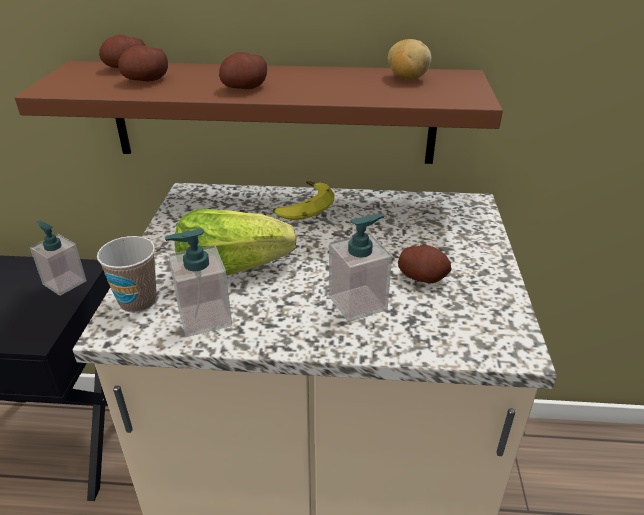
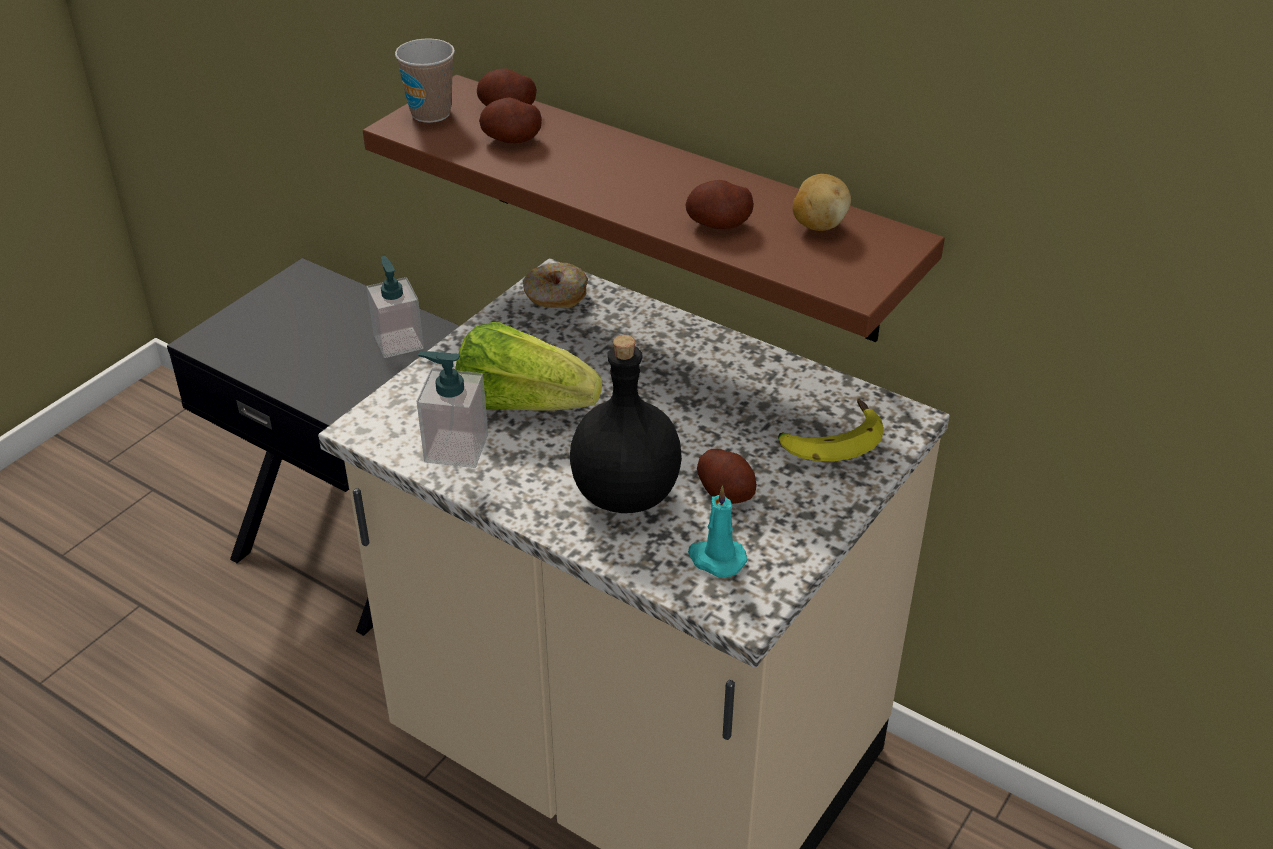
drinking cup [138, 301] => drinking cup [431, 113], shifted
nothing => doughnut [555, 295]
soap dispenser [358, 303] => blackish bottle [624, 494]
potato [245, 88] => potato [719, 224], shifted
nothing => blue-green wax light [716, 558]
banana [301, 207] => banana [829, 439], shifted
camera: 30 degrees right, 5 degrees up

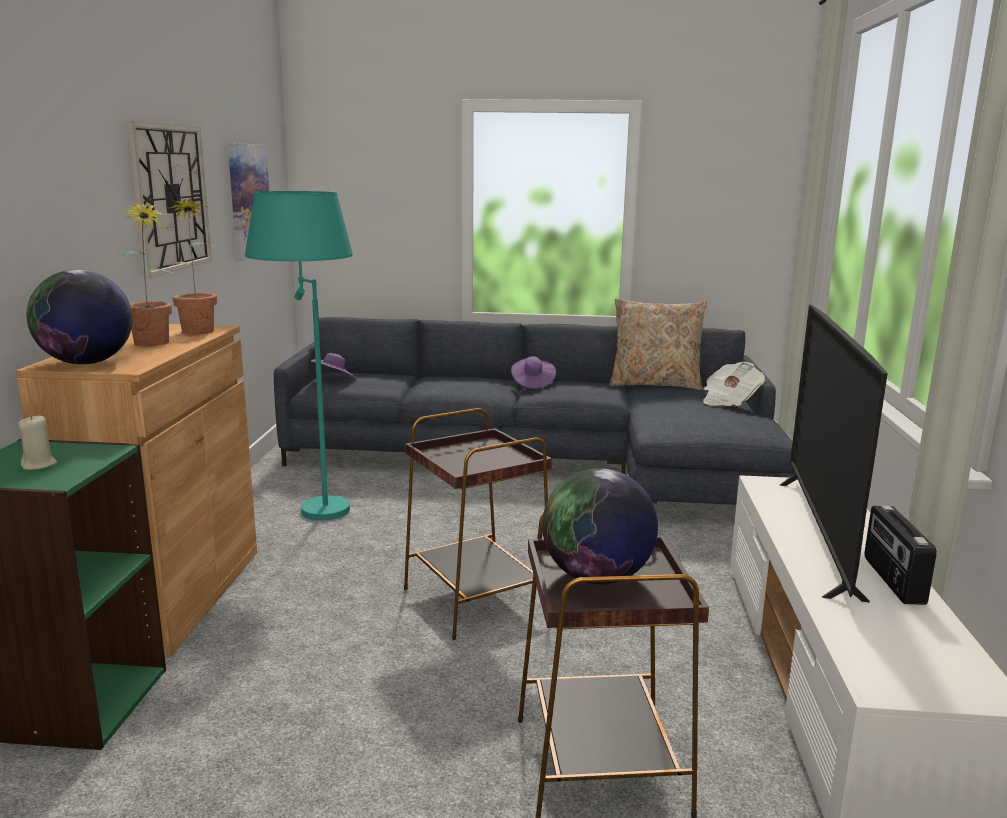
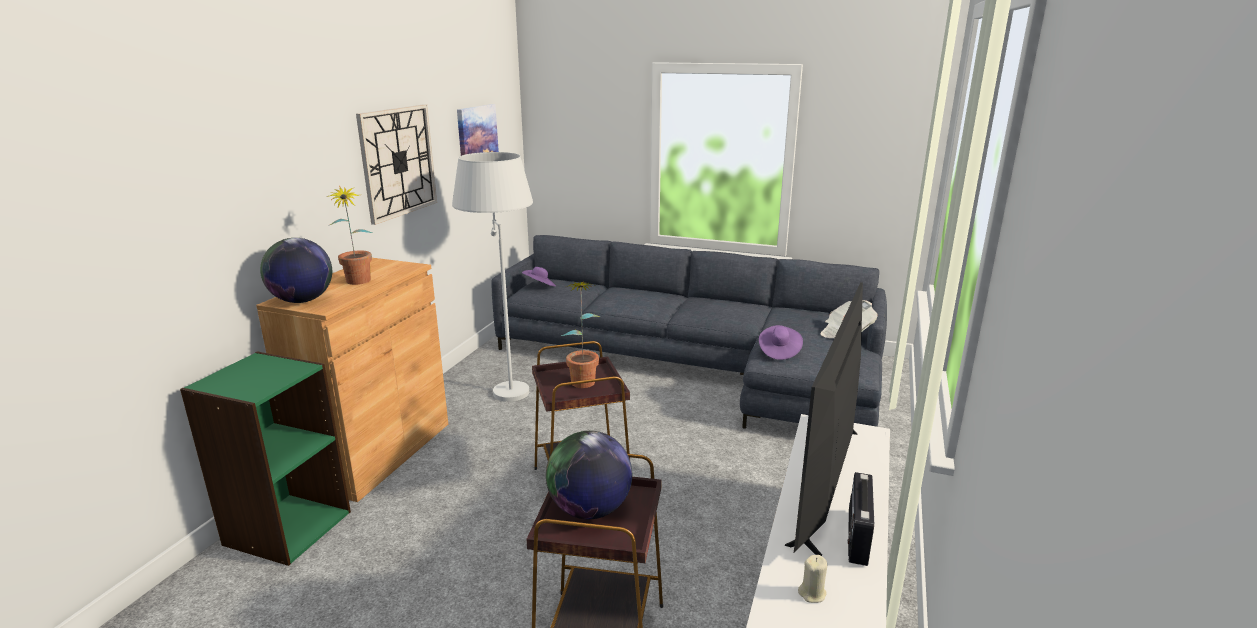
blue-green standard lamp [313, 502] => white-coloured standard lamp [505, 384]
plant in a pot [198, 329] => plant in a pot [583, 379], shifted
purple hat [532, 383] => purple hat [779, 351], shifted
sand-coloured wax light [39, 465] => sand-coloured wax light [812, 593], shifted
sand-coloured throw pillow [655, 384] => nothing
camera: 15 degrees right, 5 degrees up

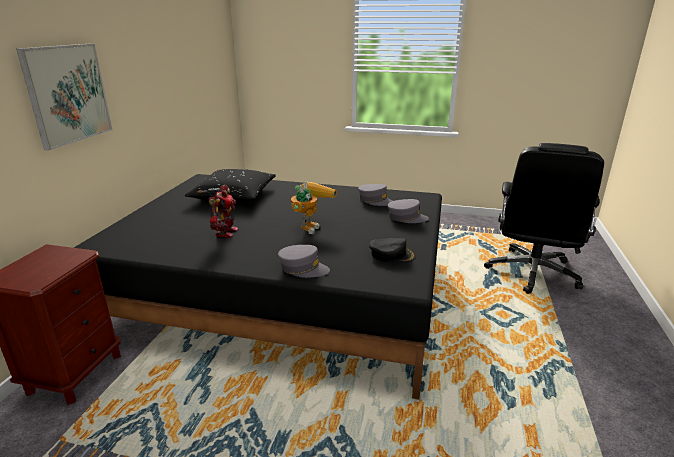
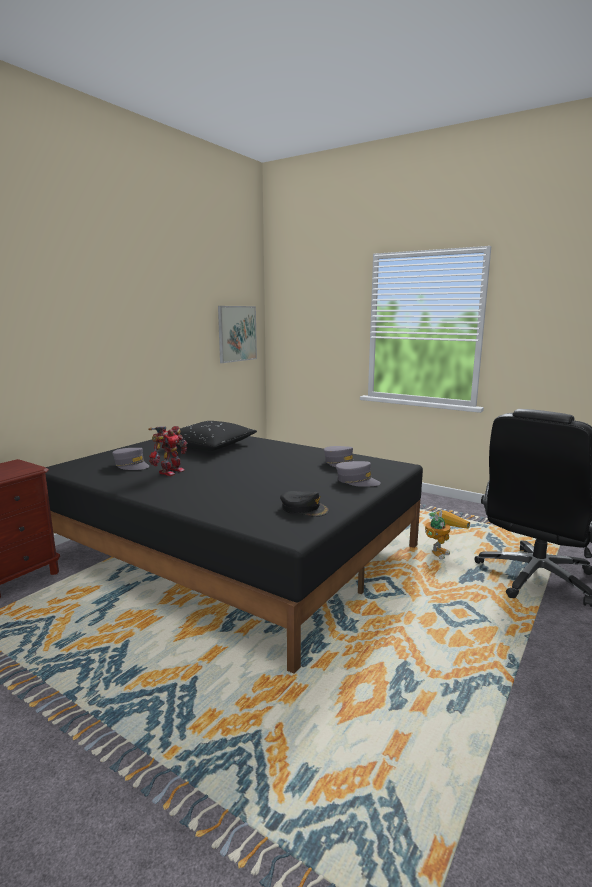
gray baseball cap [303, 268] => gray baseball cap [131, 465], shifted
wall picture [68, 94] => wall picture [237, 333], shifted
toy robot [310, 226] => toy robot [440, 551], shifted
camera: 20 degrees right, 10 degrees down

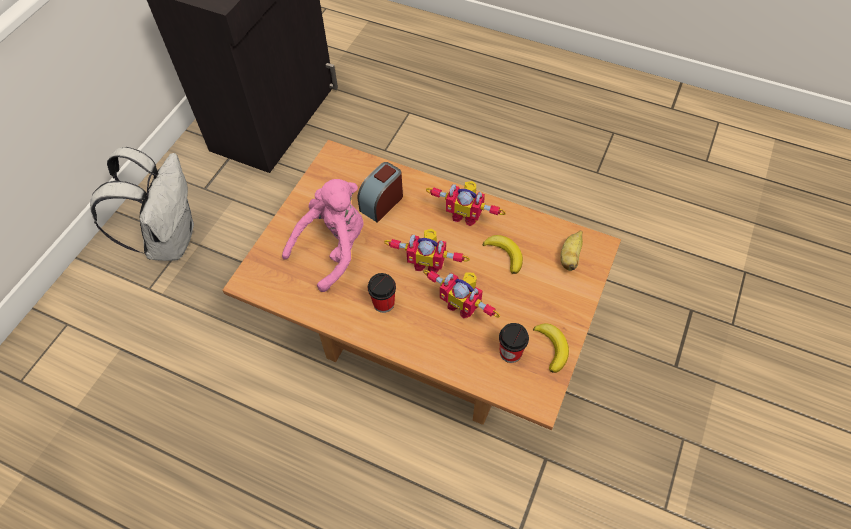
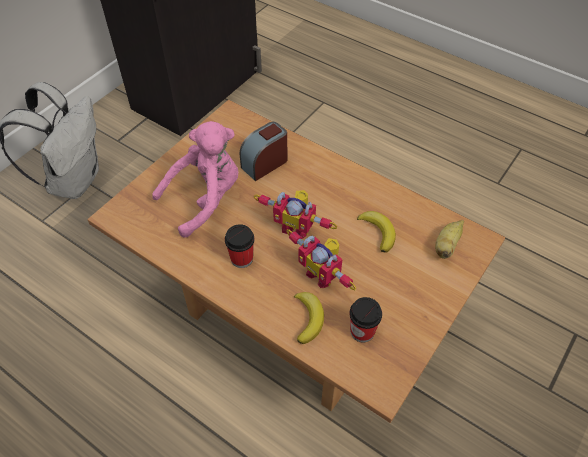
banana [552, 347] => banana [308, 318], shifted
toy robot [465, 215] => nothing
camera: 10 degrees right, 5 degrees down

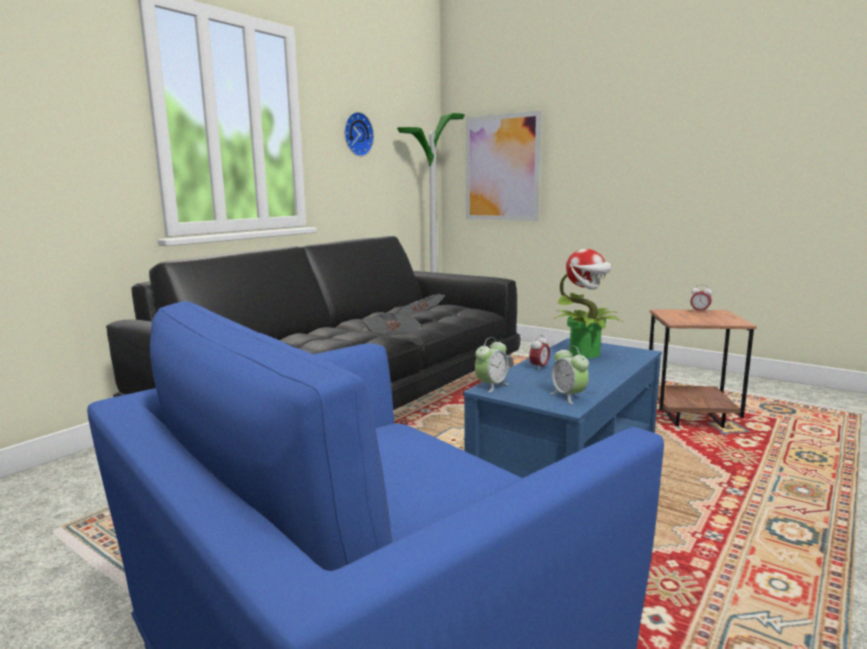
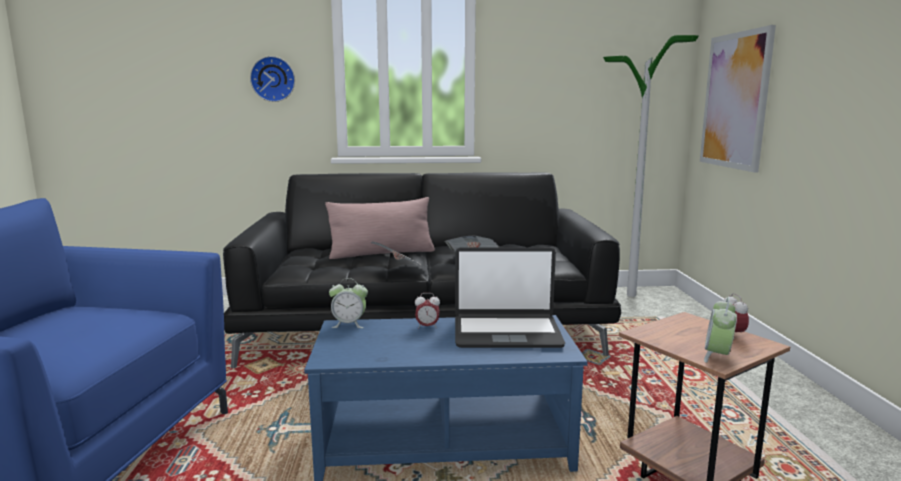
hanging clock [356, 134] => hanging clock [273, 79], shifted
nothing => pink-coloured throw pillow [382, 254]
plant in a pot [585, 354] => laptop [506, 333]
table clock [568, 396] => table clock [717, 356], shifted
camera: 50 degrees right, 0 degrees up

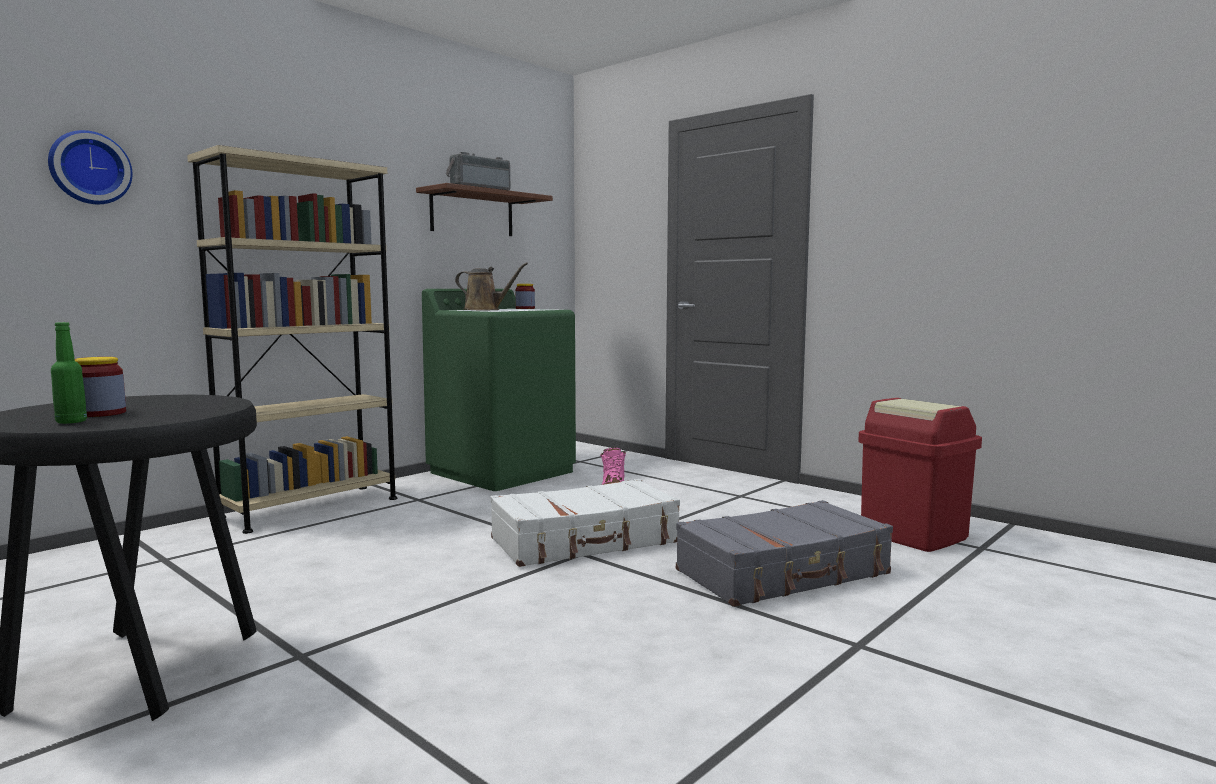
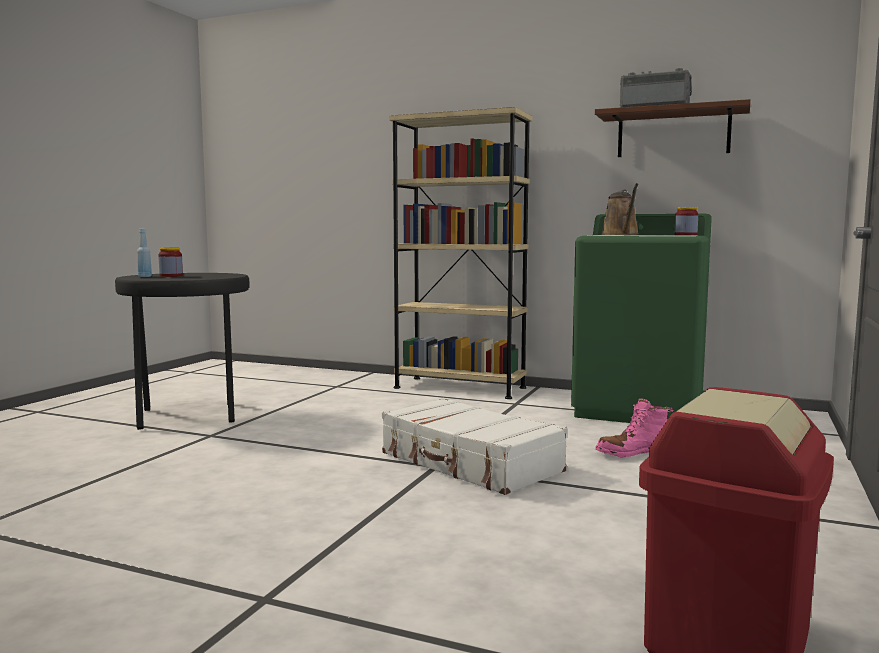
greenish bottle [71, 422] => blue bottle [144, 276]
hanging clock [89, 168] => nothing
gray travel case [784, 573] => nothing
camera: 70 degrees right, 0 degrees up

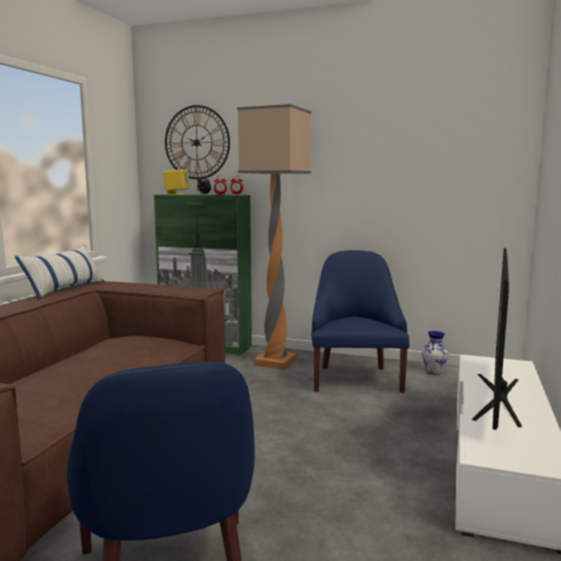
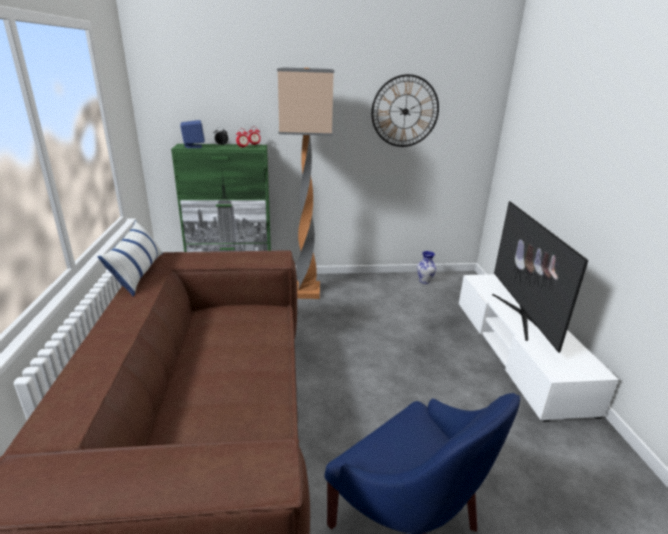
yellowish loudspeaker [177, 194] => blue loudspeaker [194, 146]
hanging clock [197, 142] => hanging clock [405, 111], shifted
blue armchair [355, 378] => nothing
camera: 25 degrees left, 15 degrees up

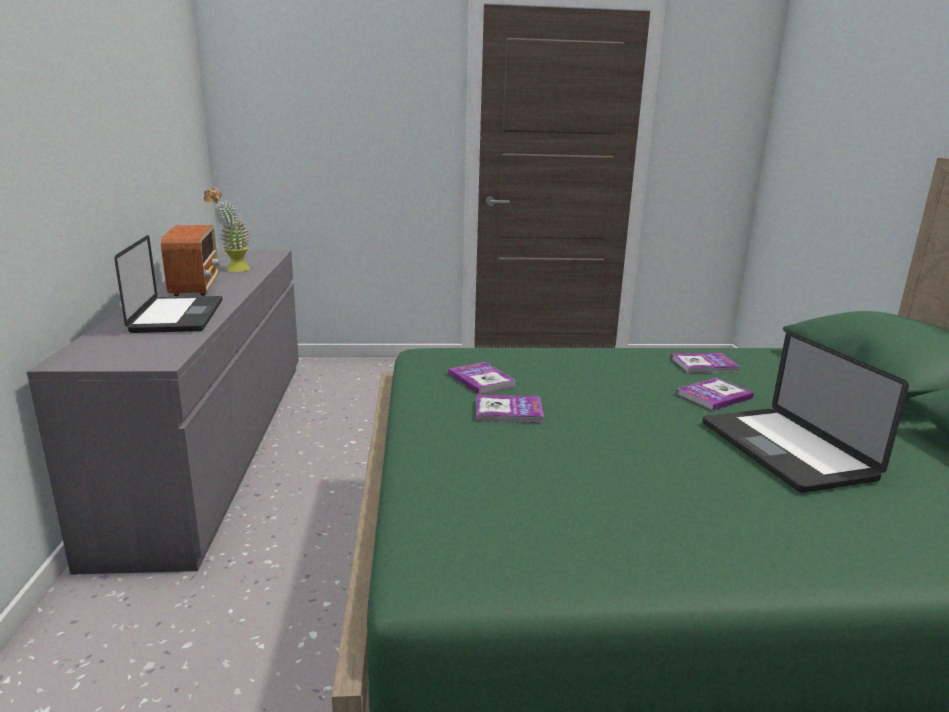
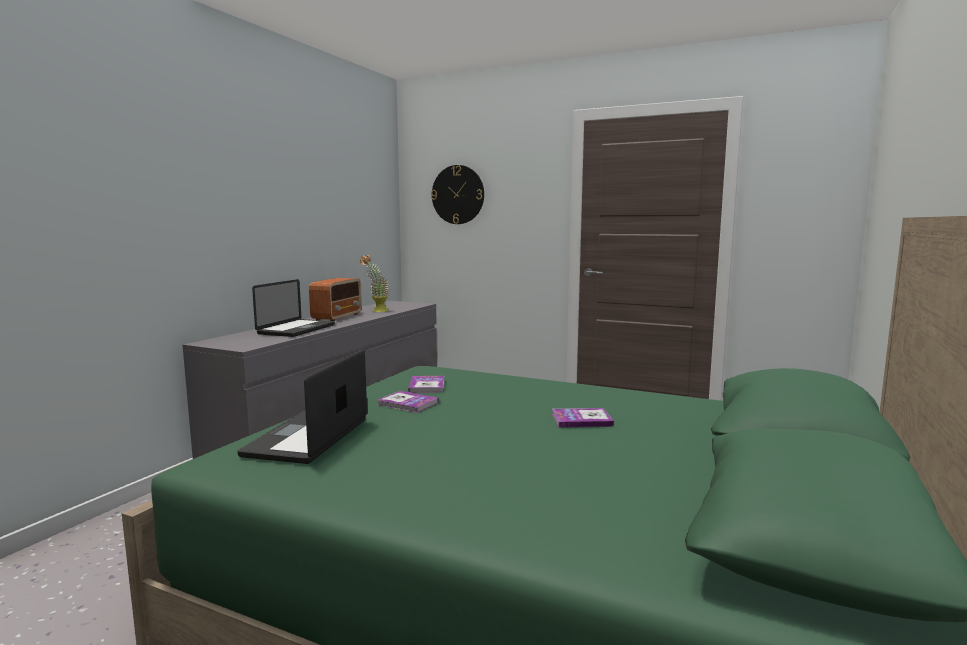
laptop [784, 450] => laptop [308, 438], shifted
nothing => hanging clock [458, 194]
book [704, 365] => nothing
camera: 30 degrees right, 10 degrees down

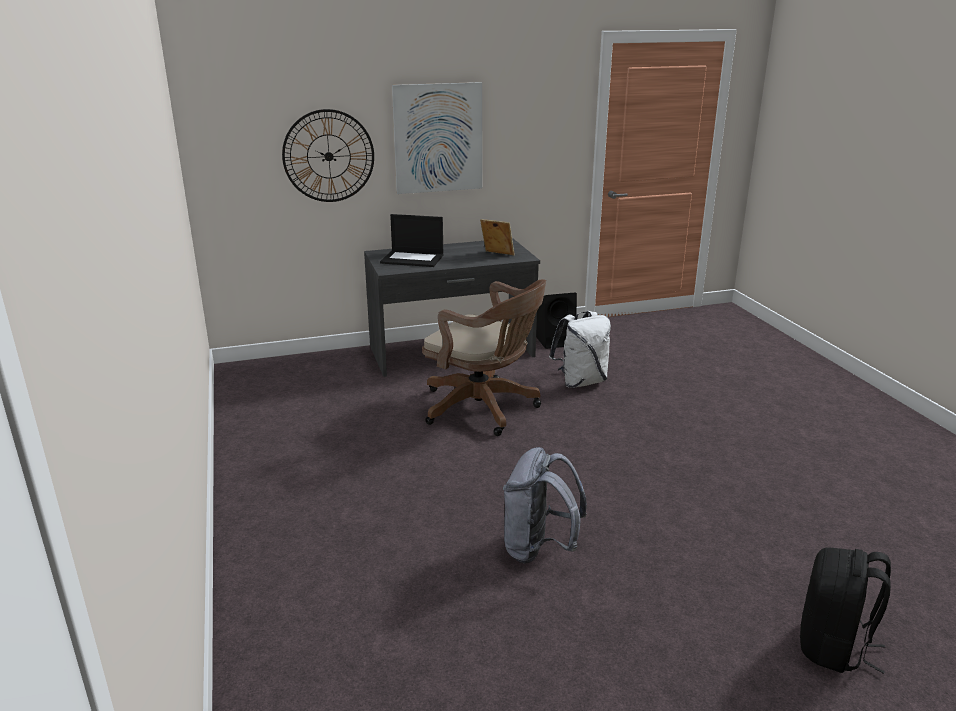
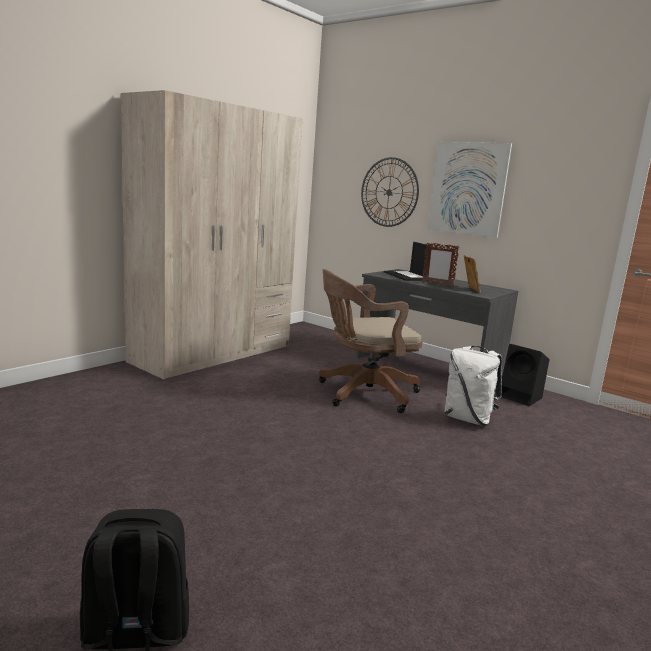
nothing => sand-coloured armoire [214, 353]
brown-coloured office chair [484, 409] => brown-coloured office chair [363, 393], 75 degrees clockwise
nothing => standing frame [437, 284]
gray knapsack [539, 549] => nothing
camera: 55 degrees right, 10 degrees down

